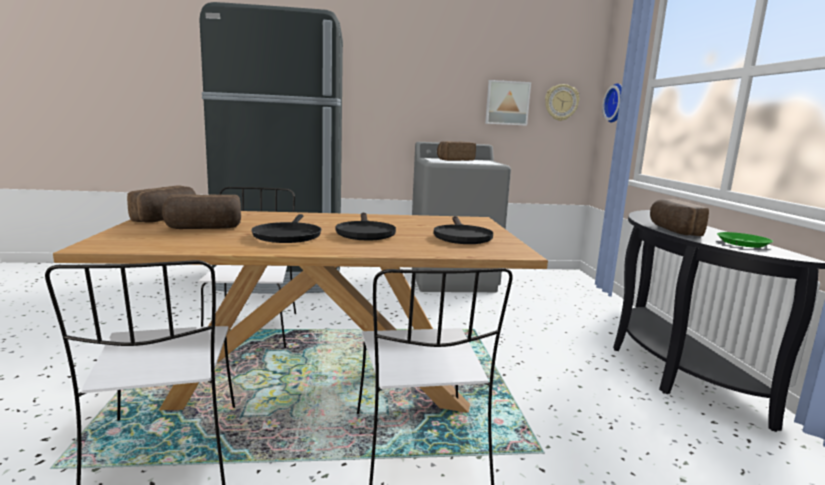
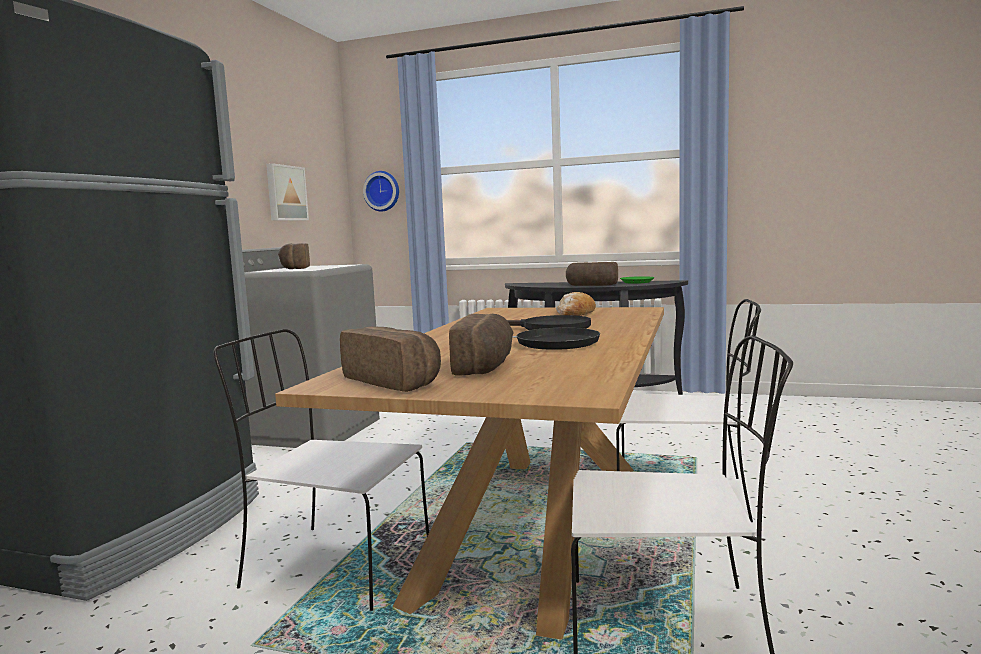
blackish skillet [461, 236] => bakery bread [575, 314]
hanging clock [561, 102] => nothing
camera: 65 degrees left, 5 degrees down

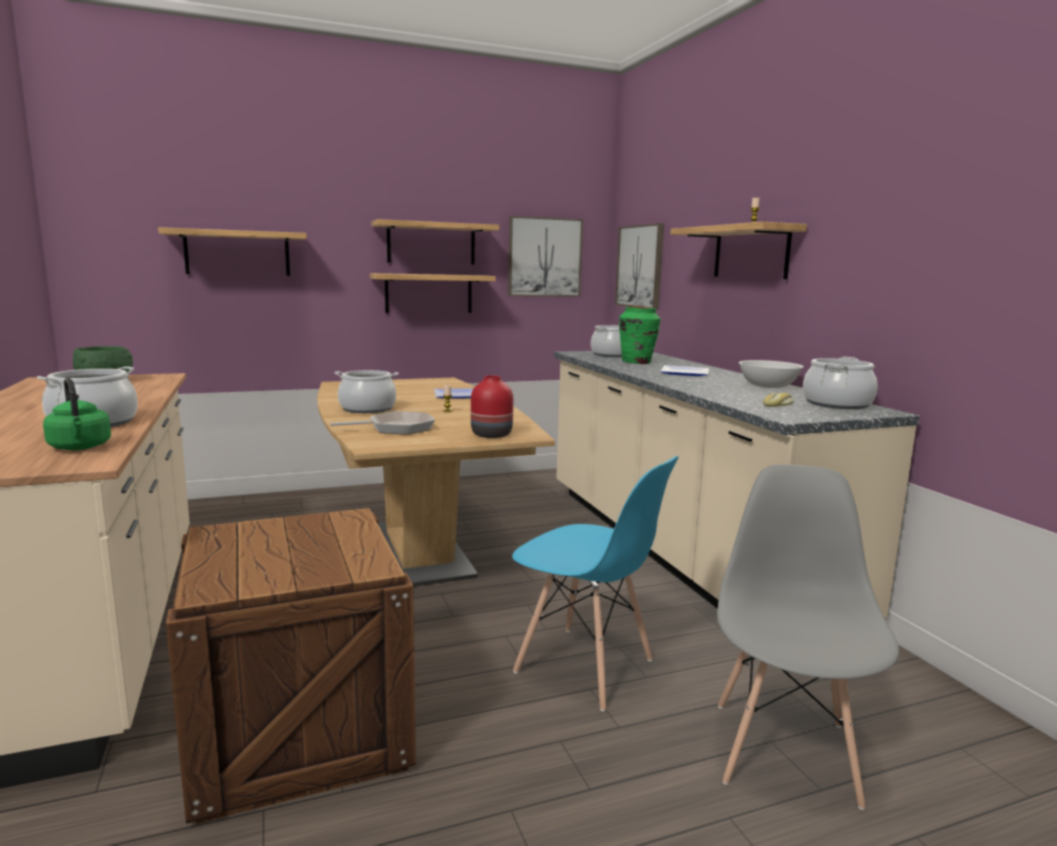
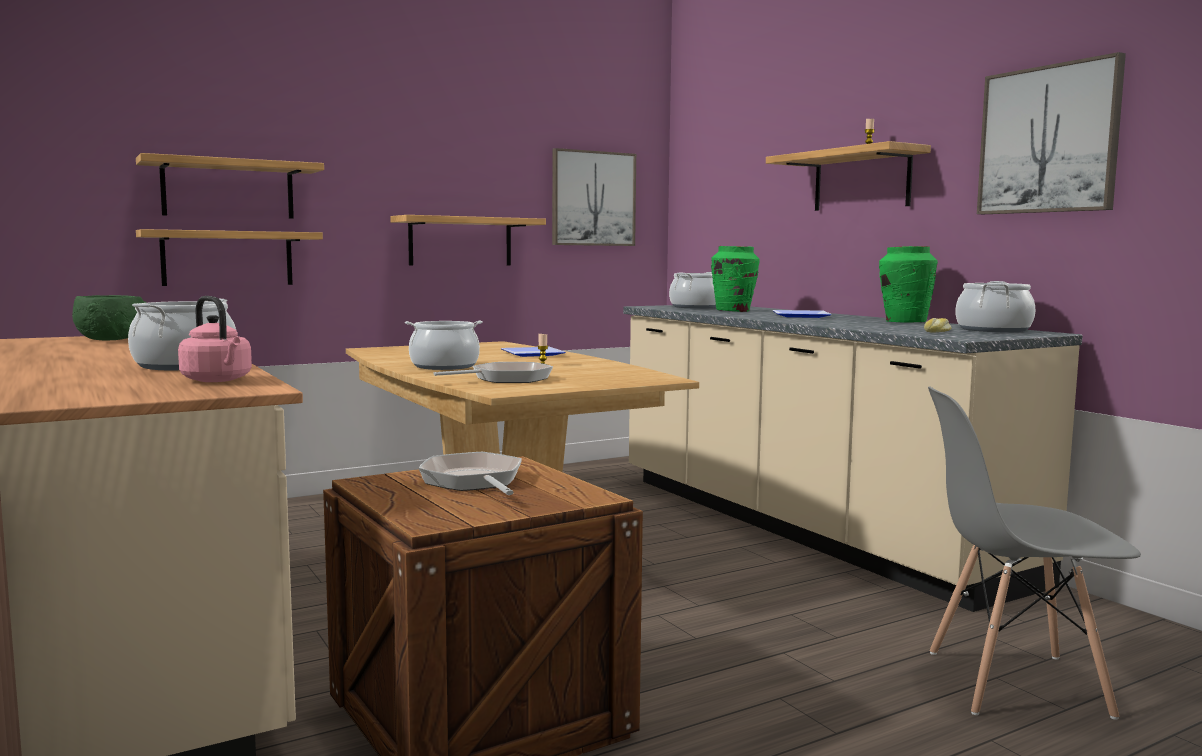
wall shelf [431, 243] => wall shelf [227, 258], shifted
greenish kettle [80, 447] => pink-coloured kettle [218, 380]
nothing => skillet [474, 481]
white-coloured deep dish [768, 386] => greenish vase [905, 322]
gray upright chair [785, 751] => gray upright chair [1014, 683], 90 degrees counterclockwise
wall picture [640, 266] => wall picture [1048, 140], shifted
red vase [492, 435] => nothing
blue upright chair [585, 667] => nothing
camera: 10 degrees left, 5 degrees down

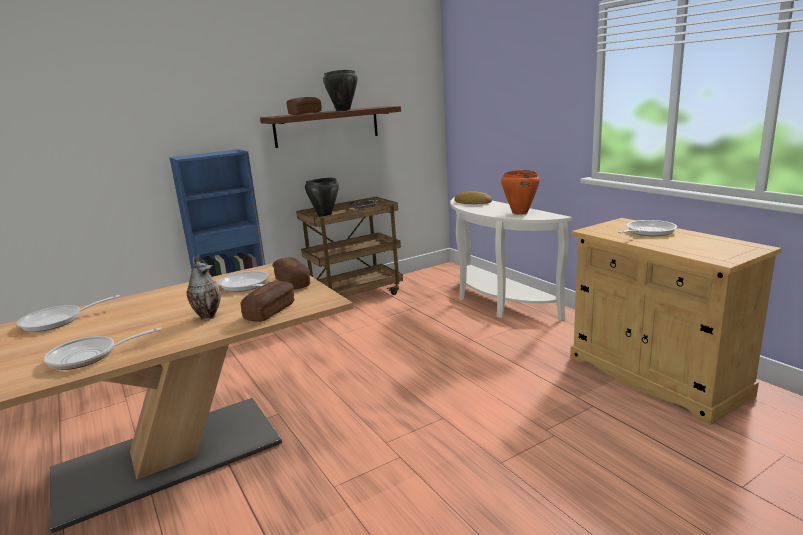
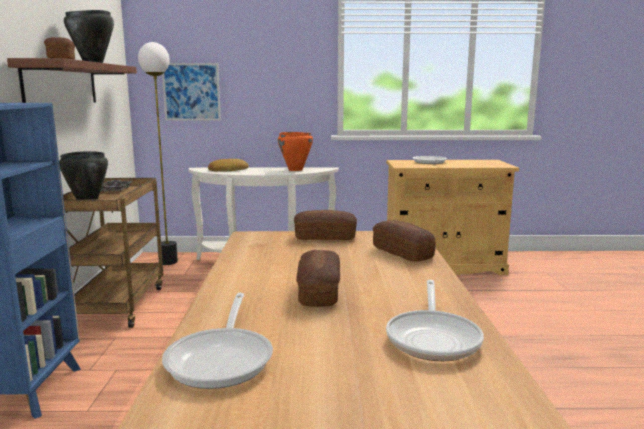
nothing => standard lamp [168, 262]
nothing => wall picture [191, 92]
nothing => bakery bread [319, 292]
vase [208, 316] => nothing
skillet [246, 286] => nothing
camera: 60 degrees left, 5 degrees down

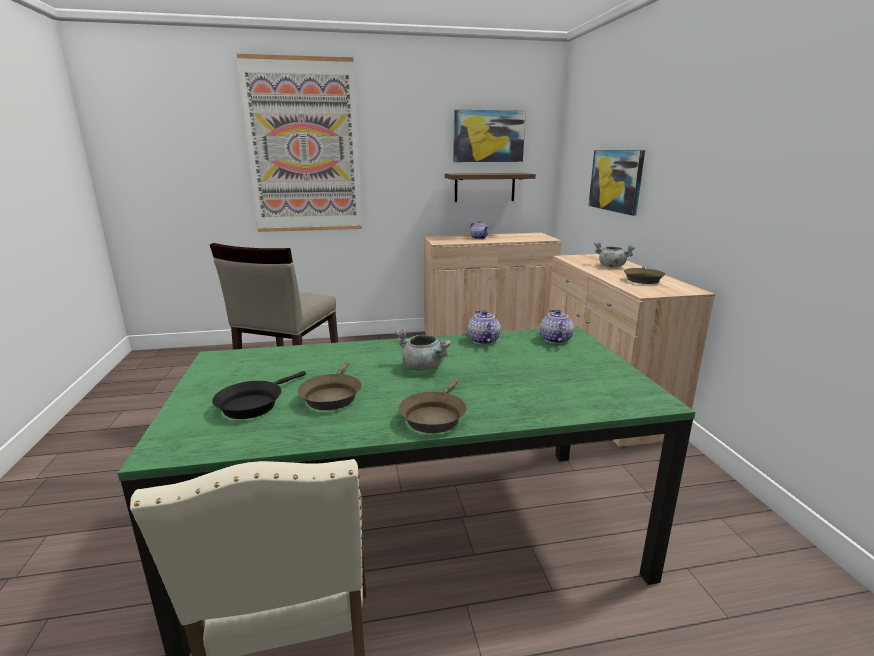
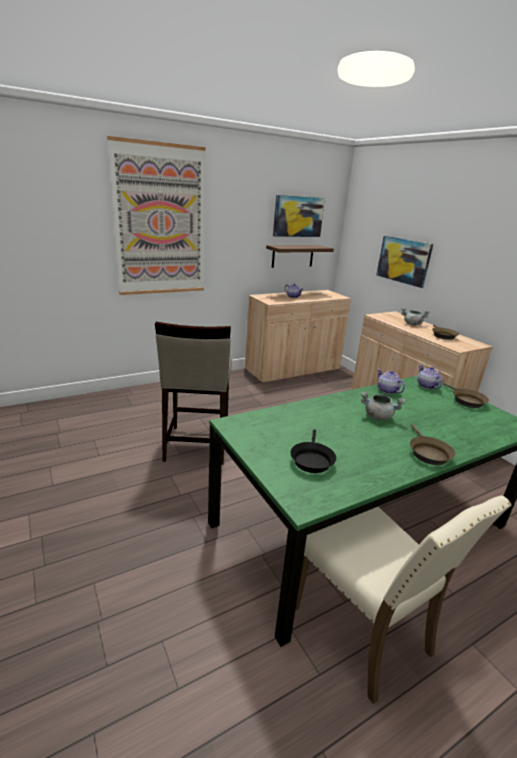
brown-coloured skillet [332, 396] => brown-coloured skillet [465, 400], shifted
camera: 20 degrees left, 5 degrees up

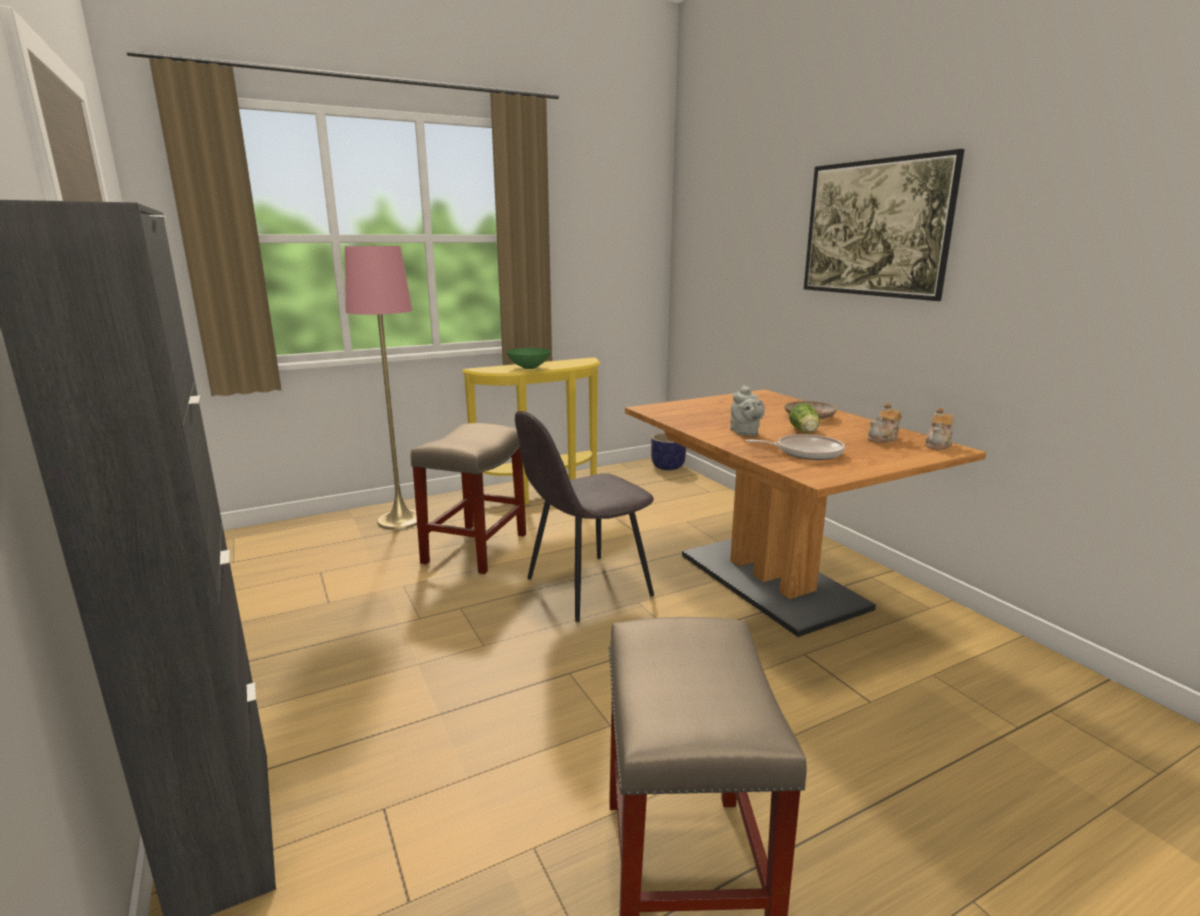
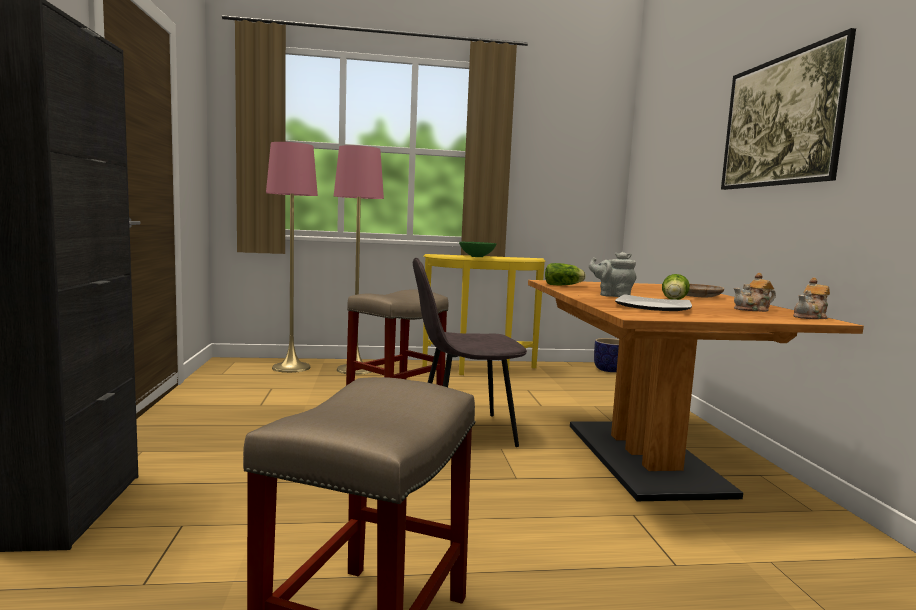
nothing => pink-coloured standard lamp [291, 367]
nothing => lettuce head [564, 285]
gray teapot [745, 433] => gray teapot [612, 295], 105 degrees clockwise
skillet [805, 452] => flat dish [652, 306]
camera: 20 degrees right, 10 degrees down

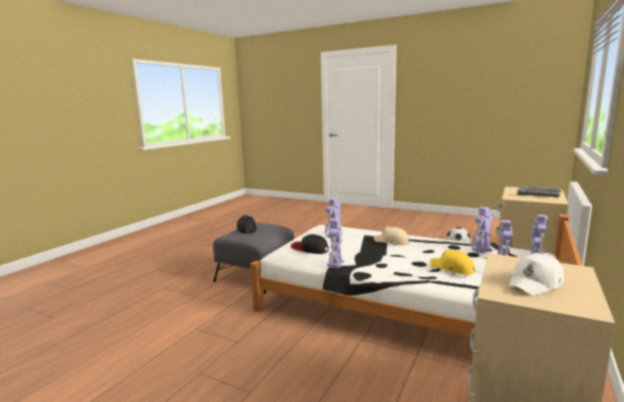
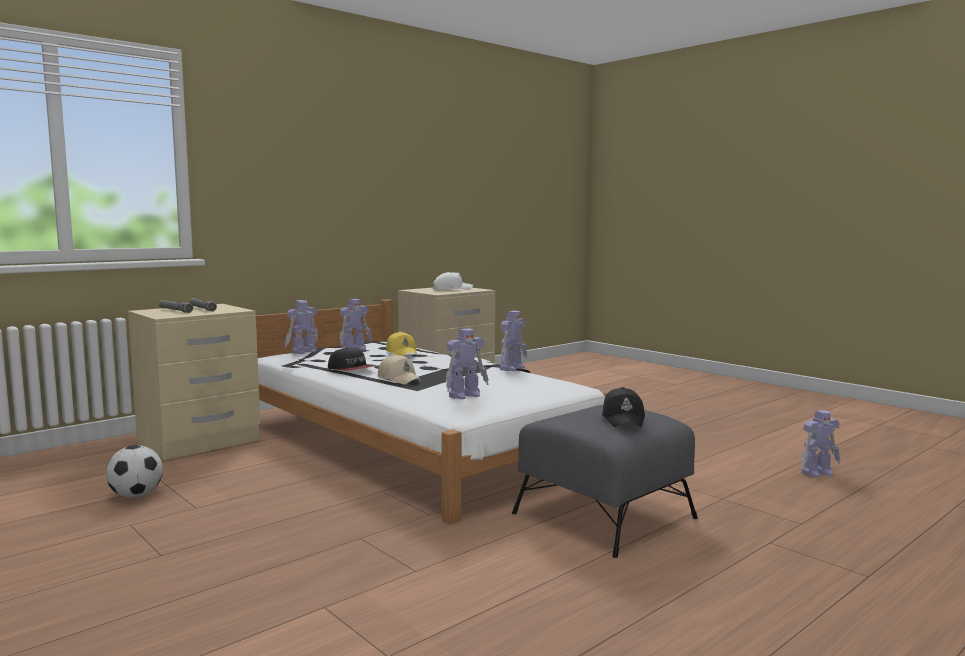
baseball cap [309, 249] => baseball cap [352, 369], shifted
toy robot [481, 249] => toy robot [818, 473], shifted
camera: 160 degrees left, 5 degrees down

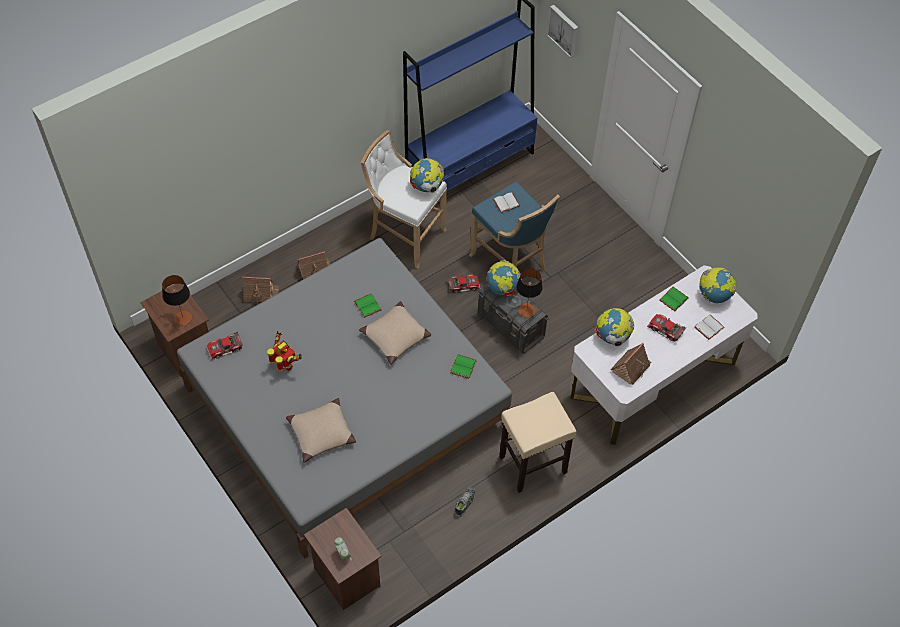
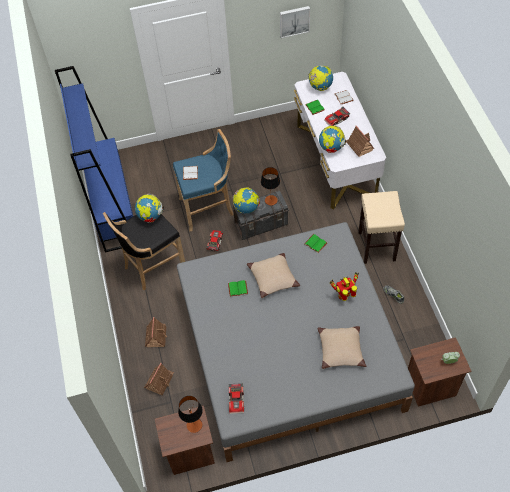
white-coloured sitting stool [404, 235] => blackish sitting stool [152, 266]
wall picture [564, 30] => wall picture [294, 21], shifted
toy robot [285, 366] => toy robot [344, 296], shifted
camera: 65 degrees left, 0 degrees up

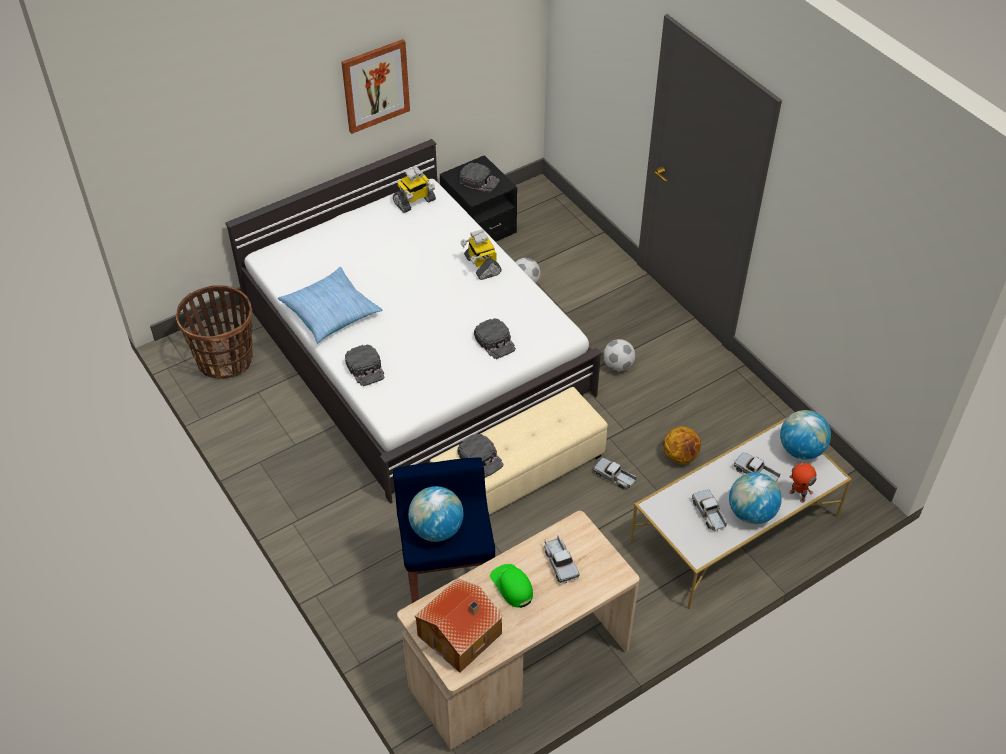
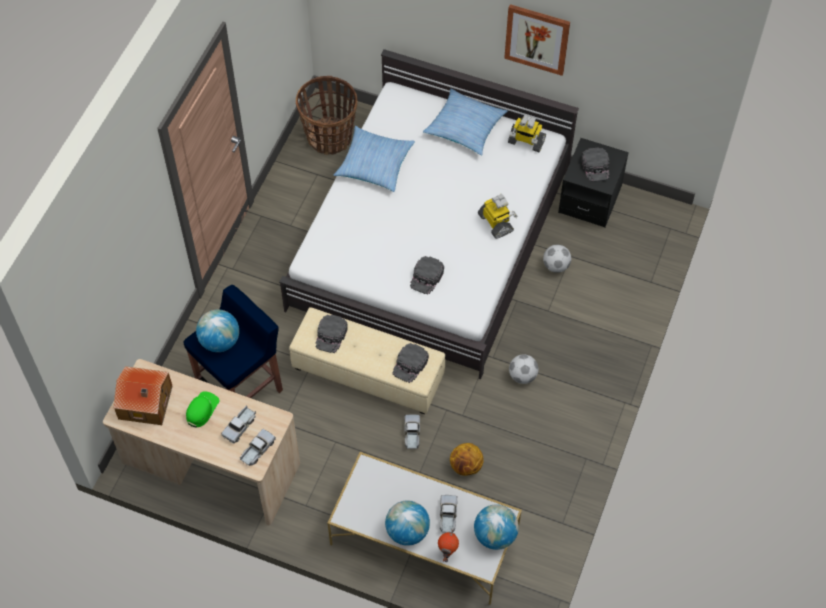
toy lorry [709, 514] => toy lorry [257, 450], shifted
blackish baseball cap [365, 368] => blackish baseball cap [410, 365], shifted
nothing => throw pillow [465, 127]
toy robot [481, 265] => toy robot [496, 223], 120 degrees clockwise
camera: 55 degrees right, 10 degrees up

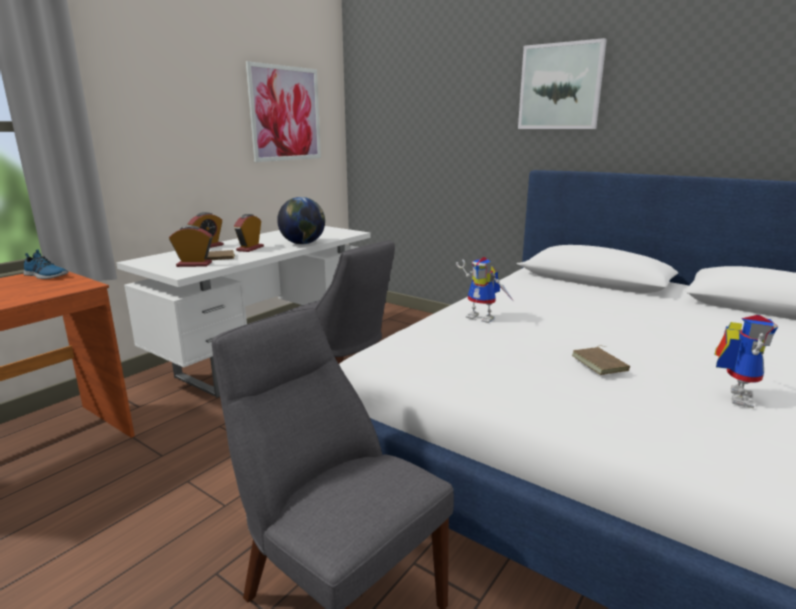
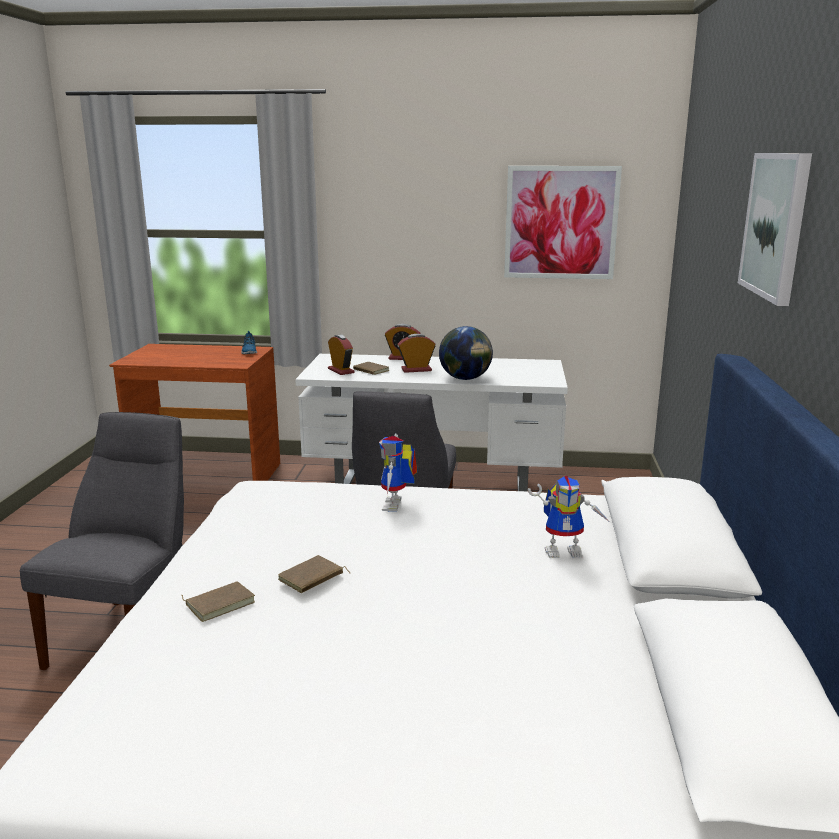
nothing => brown-coloured book [219, 603]
toy robot [733, 395] => toy robot [565, 550], shifted
camera: 60 degrees right, 0 degrees up

